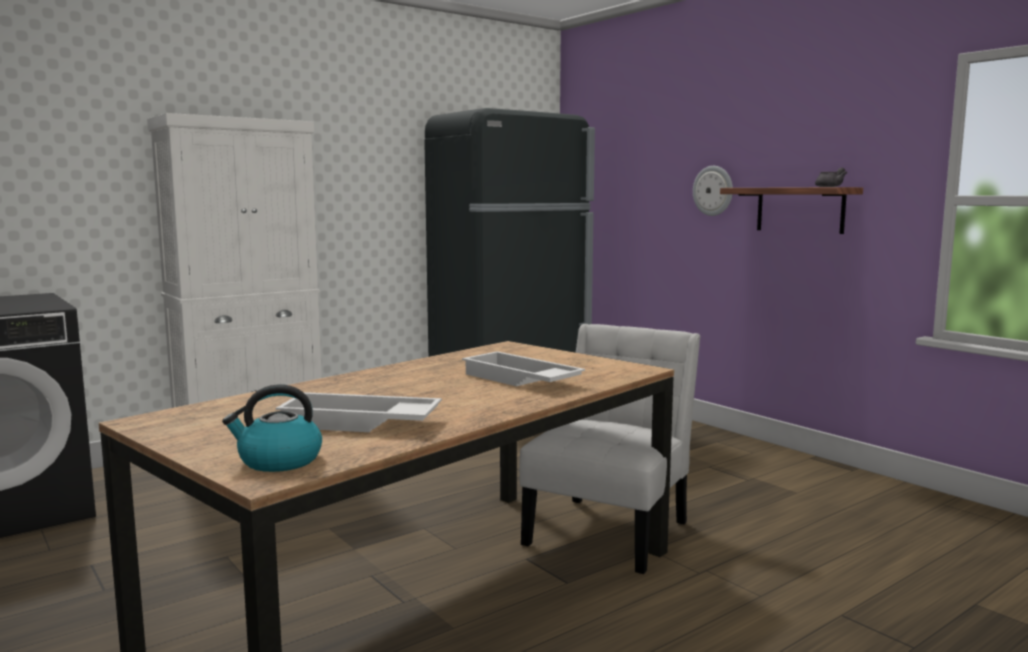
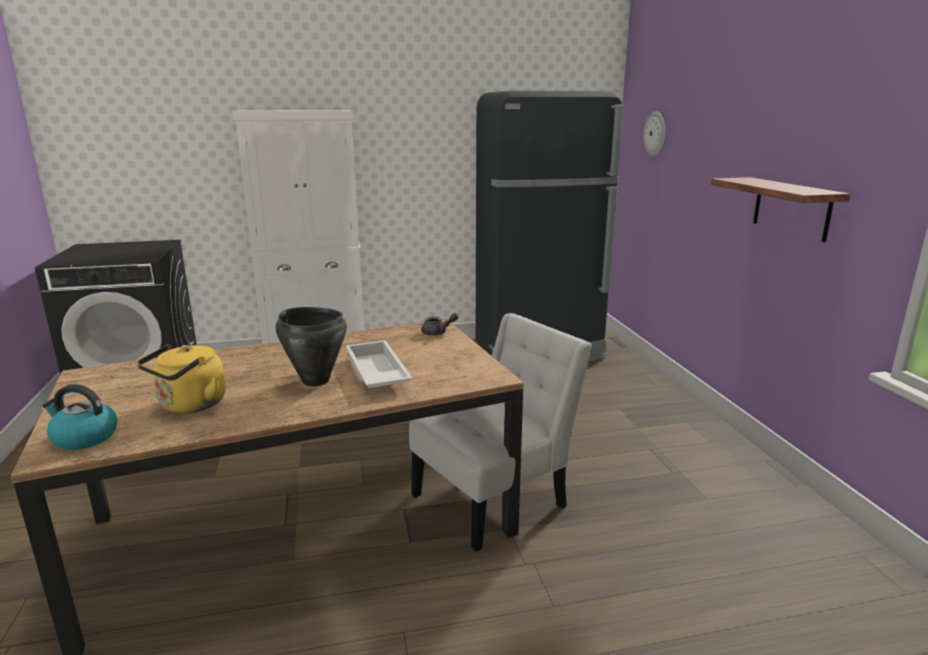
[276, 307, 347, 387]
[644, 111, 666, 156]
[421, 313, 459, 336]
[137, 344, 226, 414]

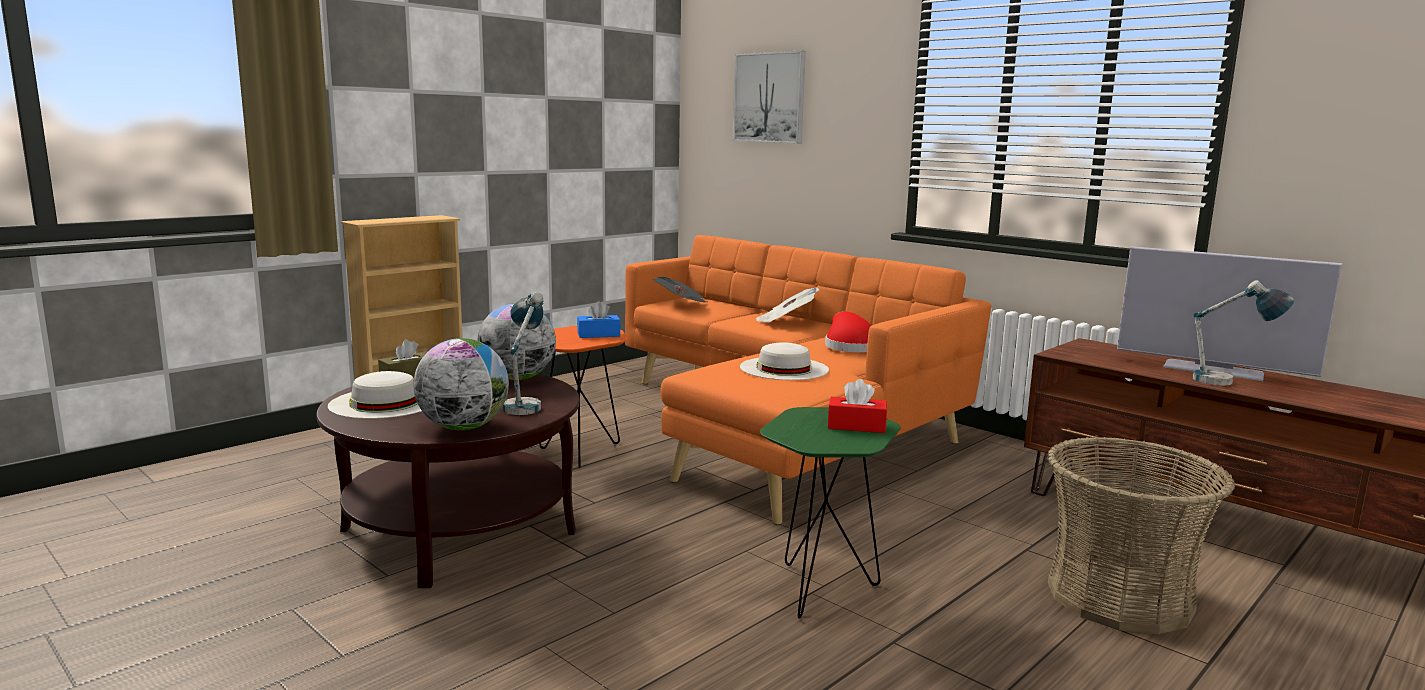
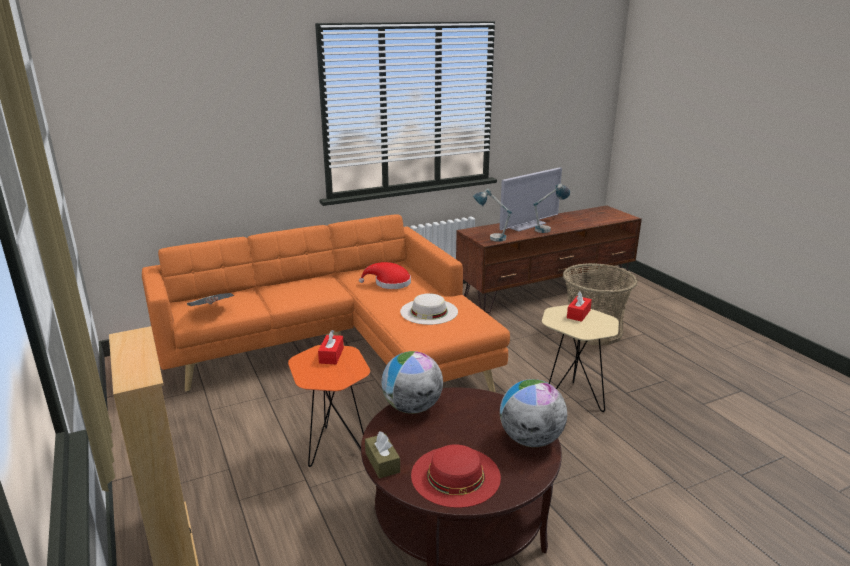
[732, 51, 806, 144] (first image)
[755, 288, 819, 323] (first image)
[473, 188, 512, 242]
[411, 444, 501, 508]
[318, 330, 344, 364]
[542, 305, 619, 412]

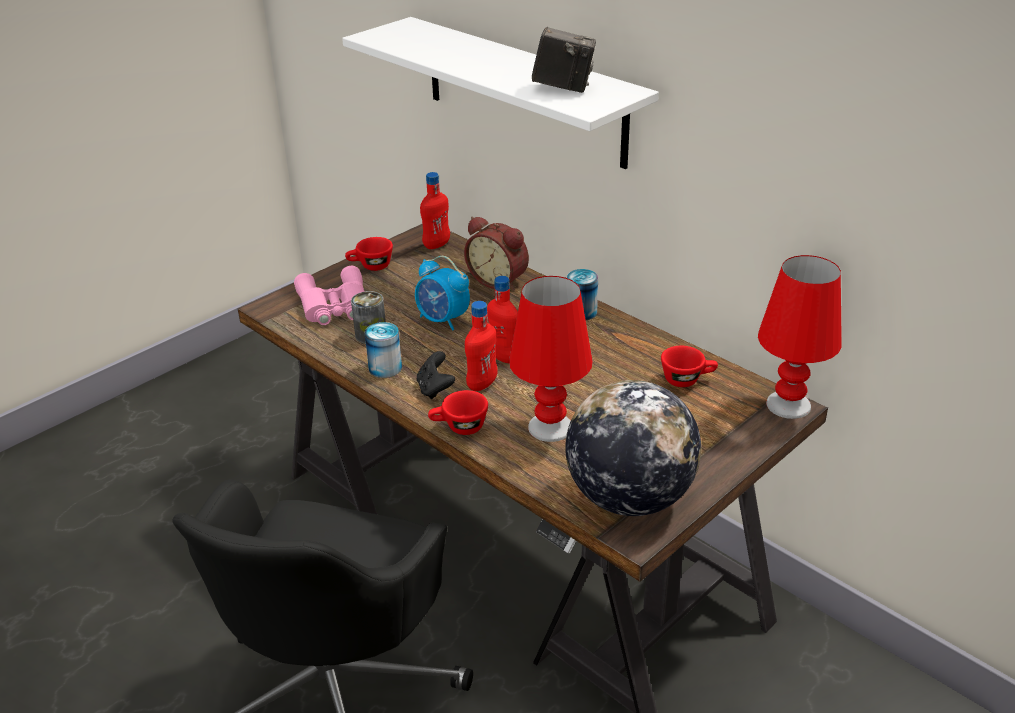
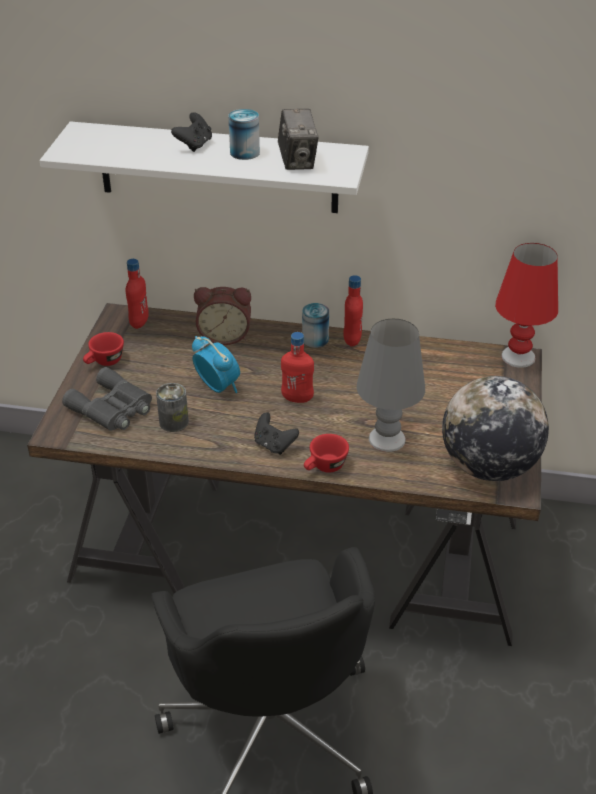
[661, 346, 718, 387] (first image)
[171, 112, 212, 152]
[228, 109, 260, 160]
[343, 275, 363, 347]
[62, 367, 152, 431]
[357, 319, 425, 452]
[192, 336, 240, 393]
[278, 109, 319, 170]

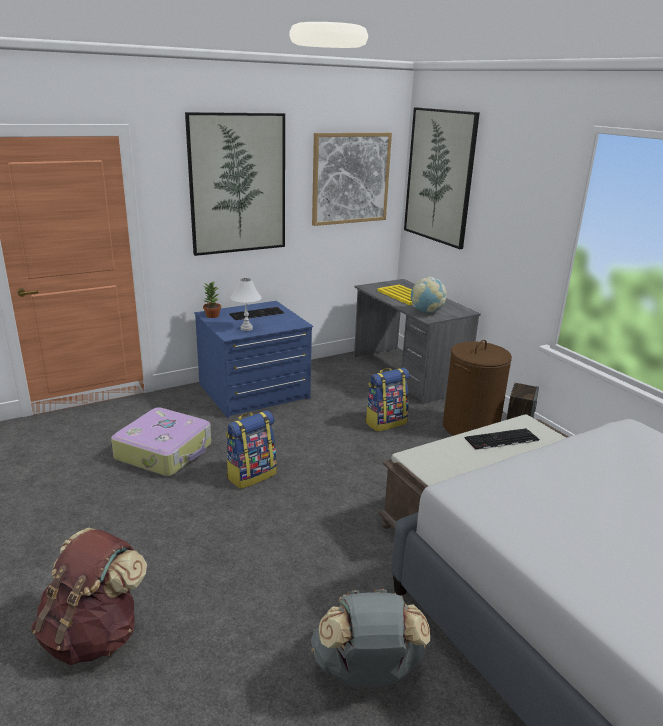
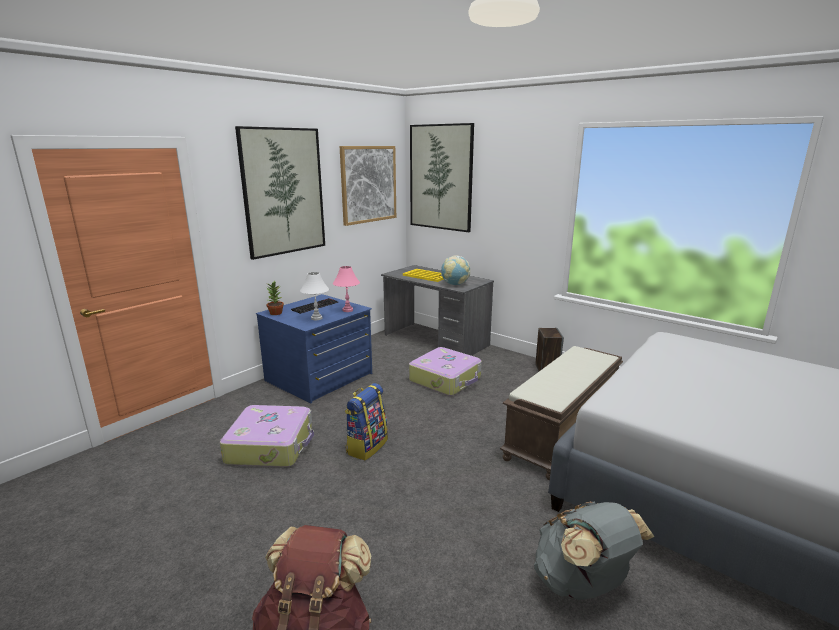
[443, 340, 512, 436] (first image)
[465, 428, 539, 450] (first image)
[333, 266, 360, 312]
[409, 347, 482, 396]

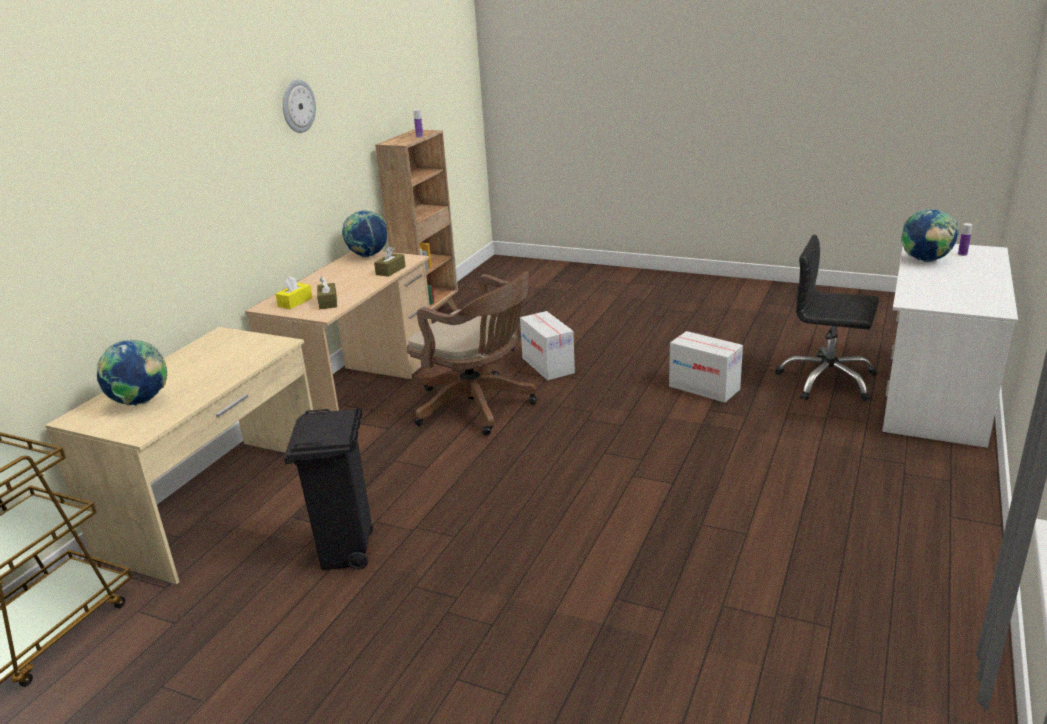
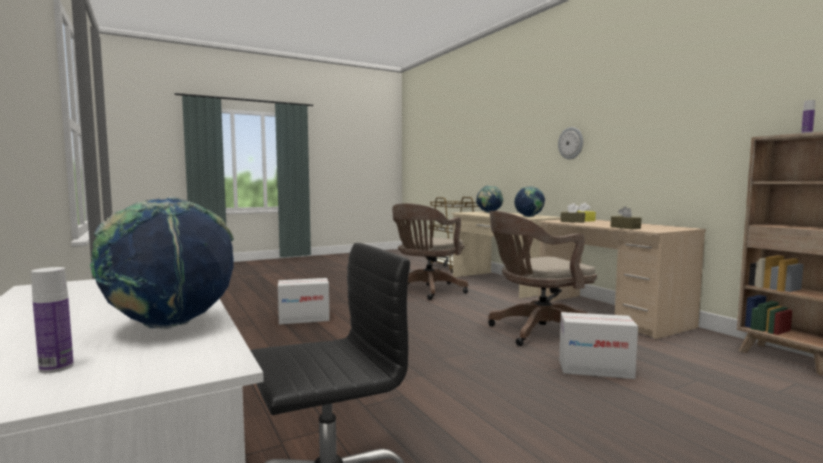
[558, 127, 583, 159]
[514, 186, 545, 217]
[278, 278, 330, 325]
[392, 203, 468, 300]

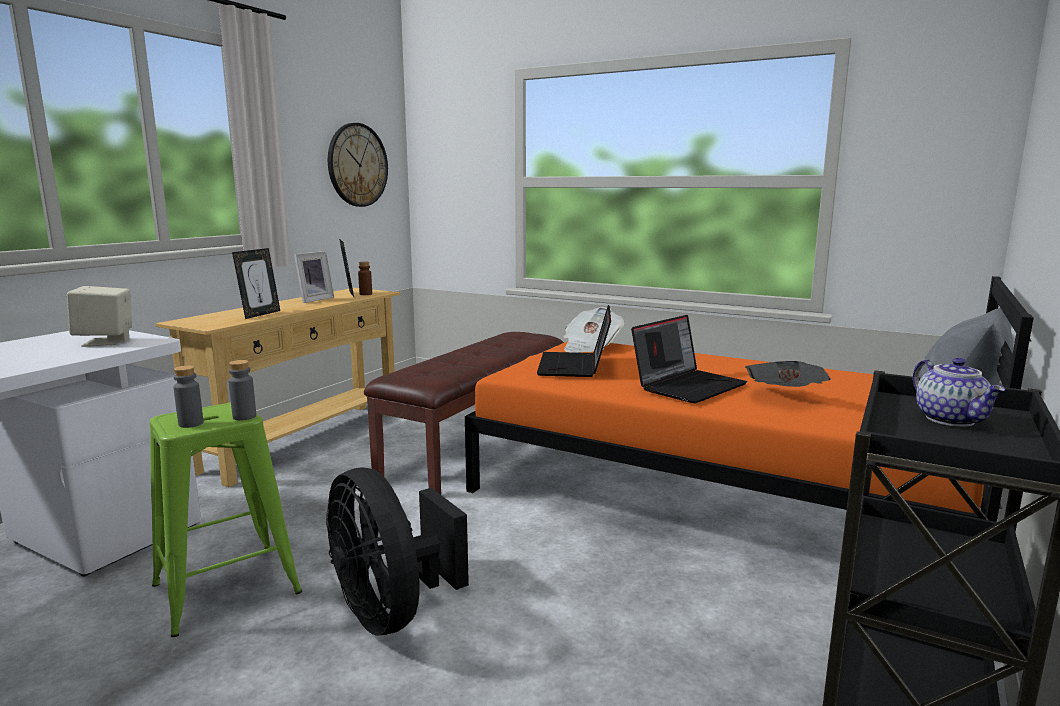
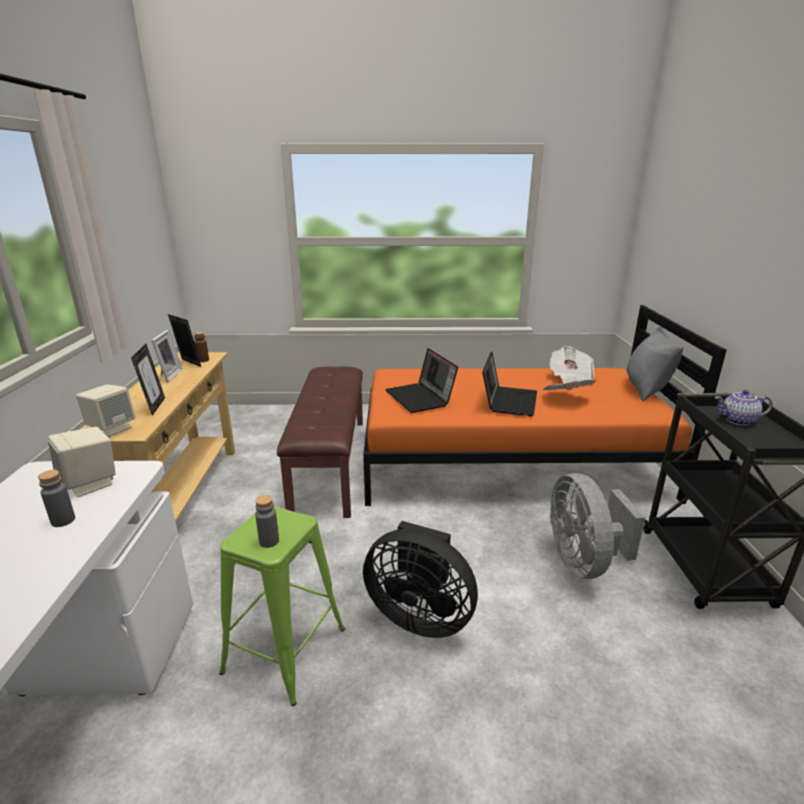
[328, 123, 388, 207] (first image)
[76, 384, 136, 437]
[550, 473, 646, 579]
[38, 470, 75, 527]
[549, 346, 594, 383]
[715, 390, 773, 426]

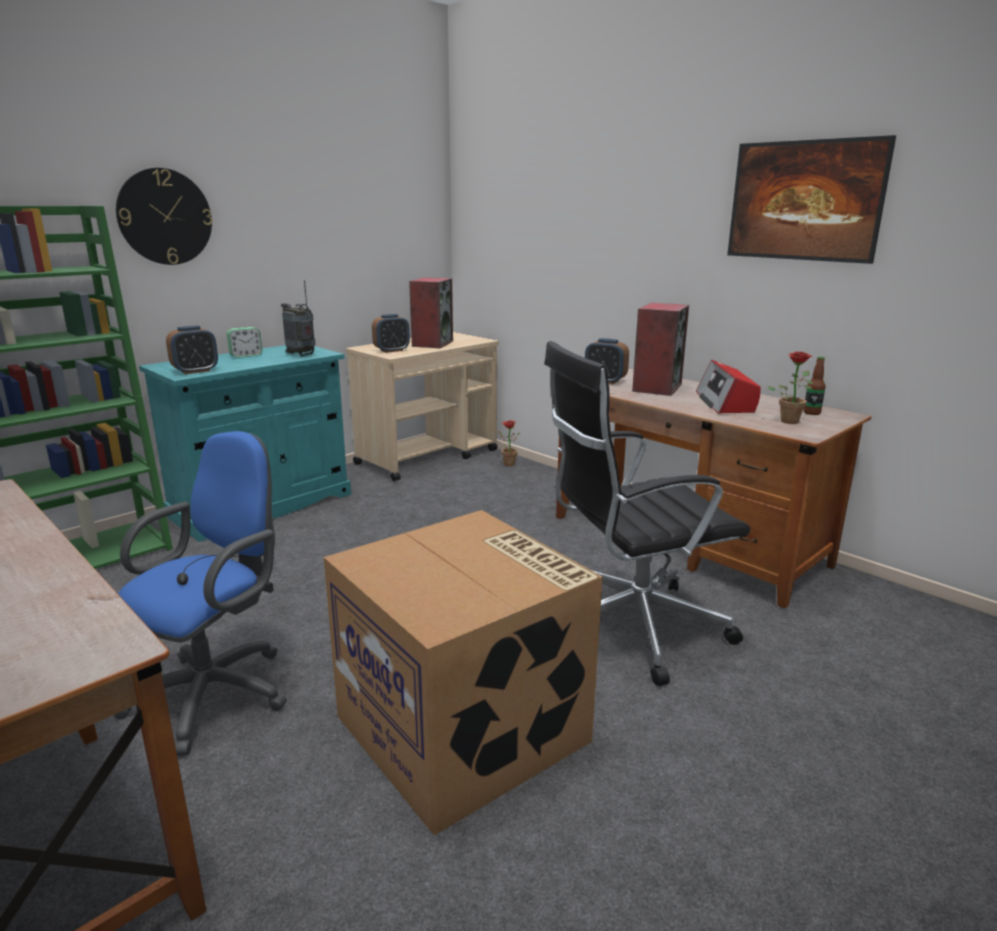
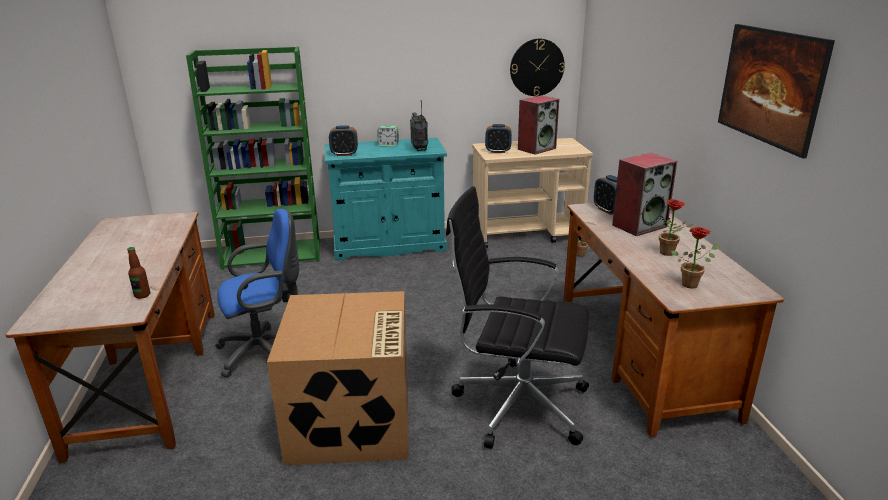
[510, 39, 565, 96]
[127, 247, 150, 299]
[659, 199, 694, 256]

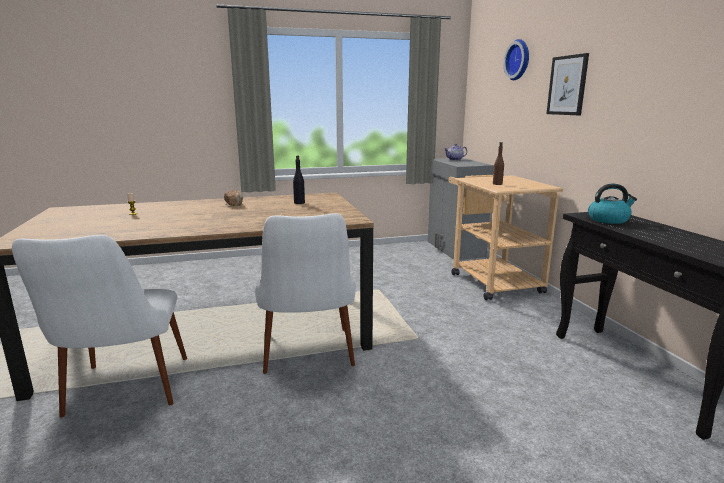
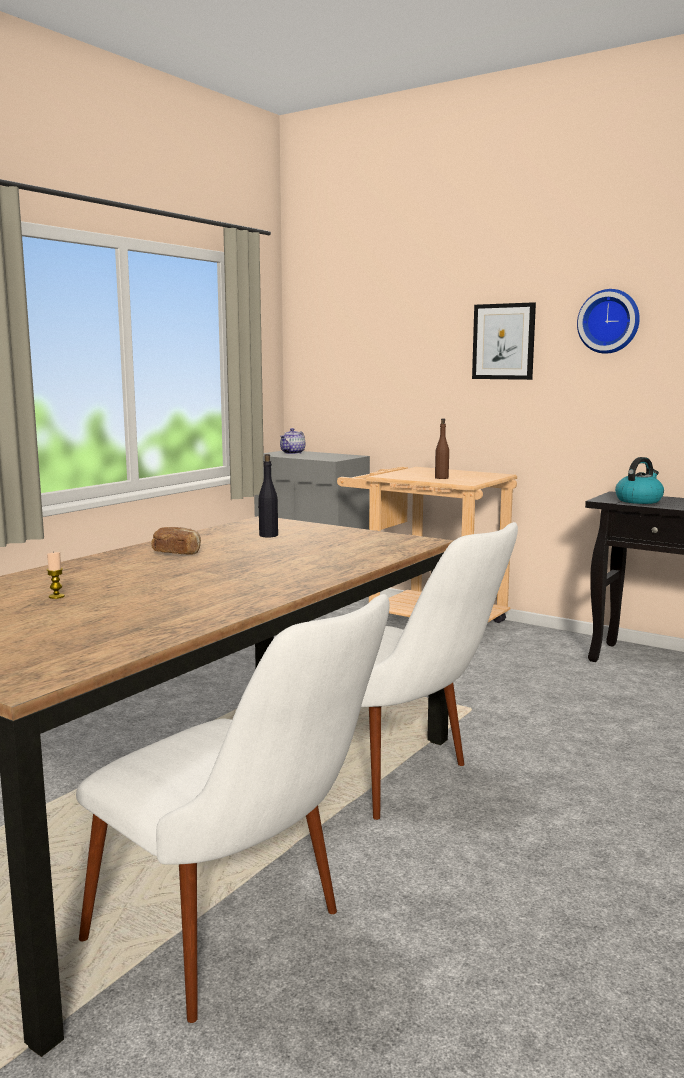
[577, 289, 640, 354]

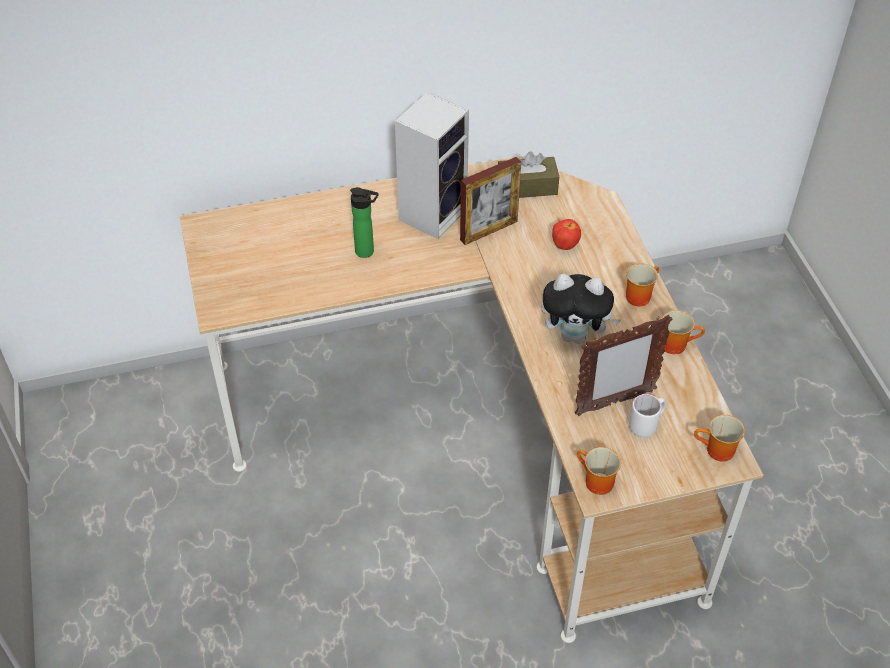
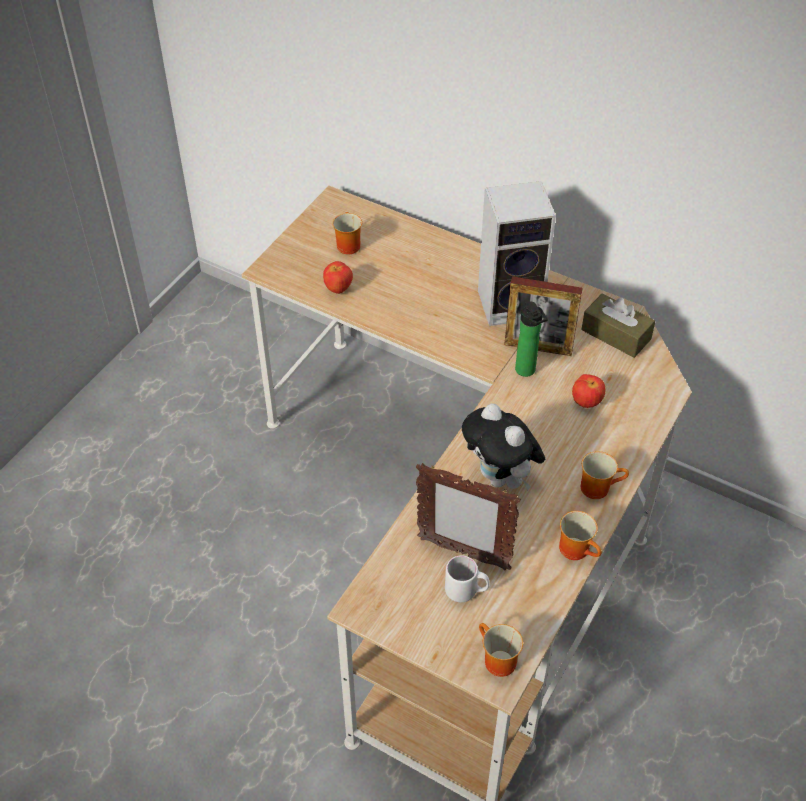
[323, 261, 353, 294]
[515, 300, 548, 377]
[332, 212, 362, 254]

